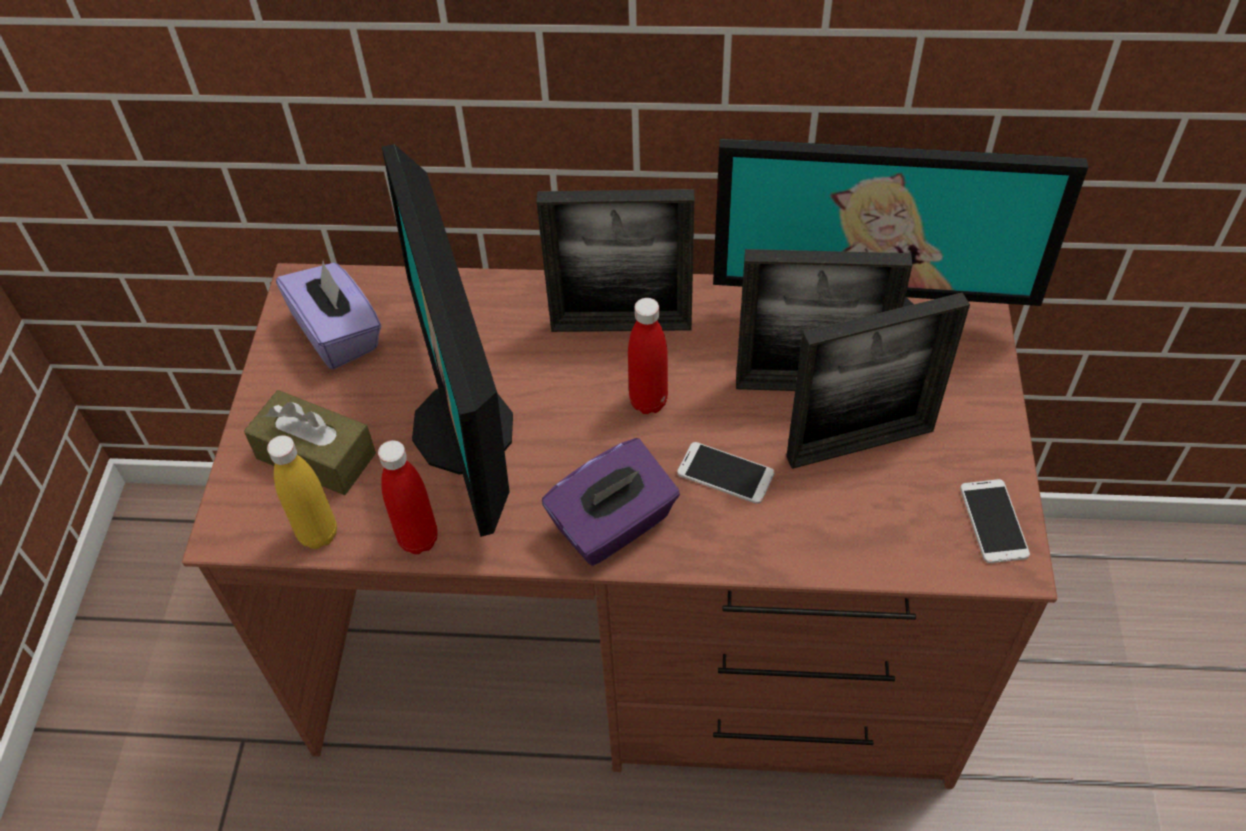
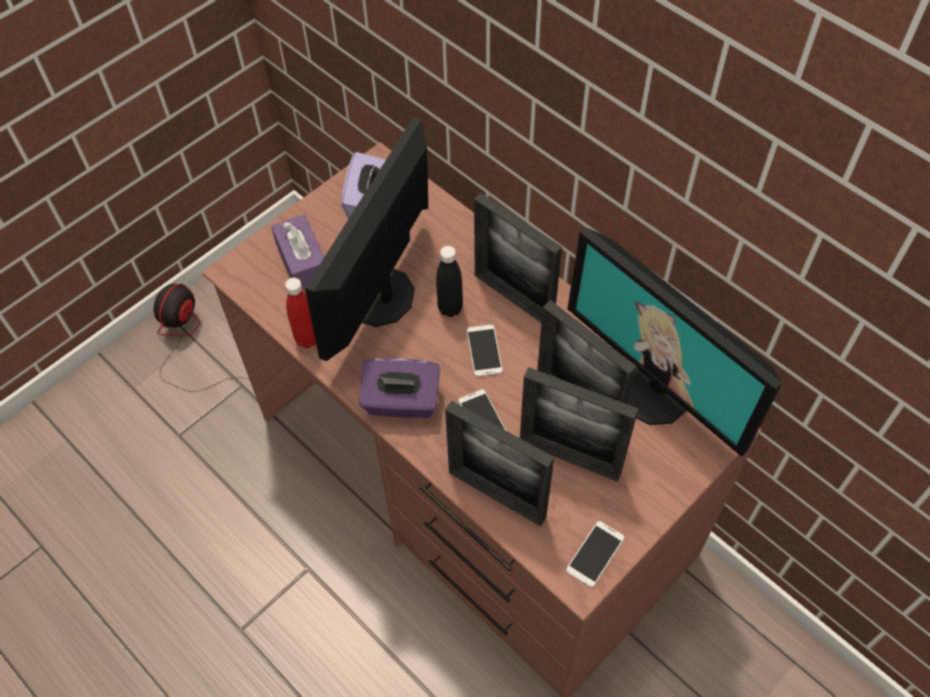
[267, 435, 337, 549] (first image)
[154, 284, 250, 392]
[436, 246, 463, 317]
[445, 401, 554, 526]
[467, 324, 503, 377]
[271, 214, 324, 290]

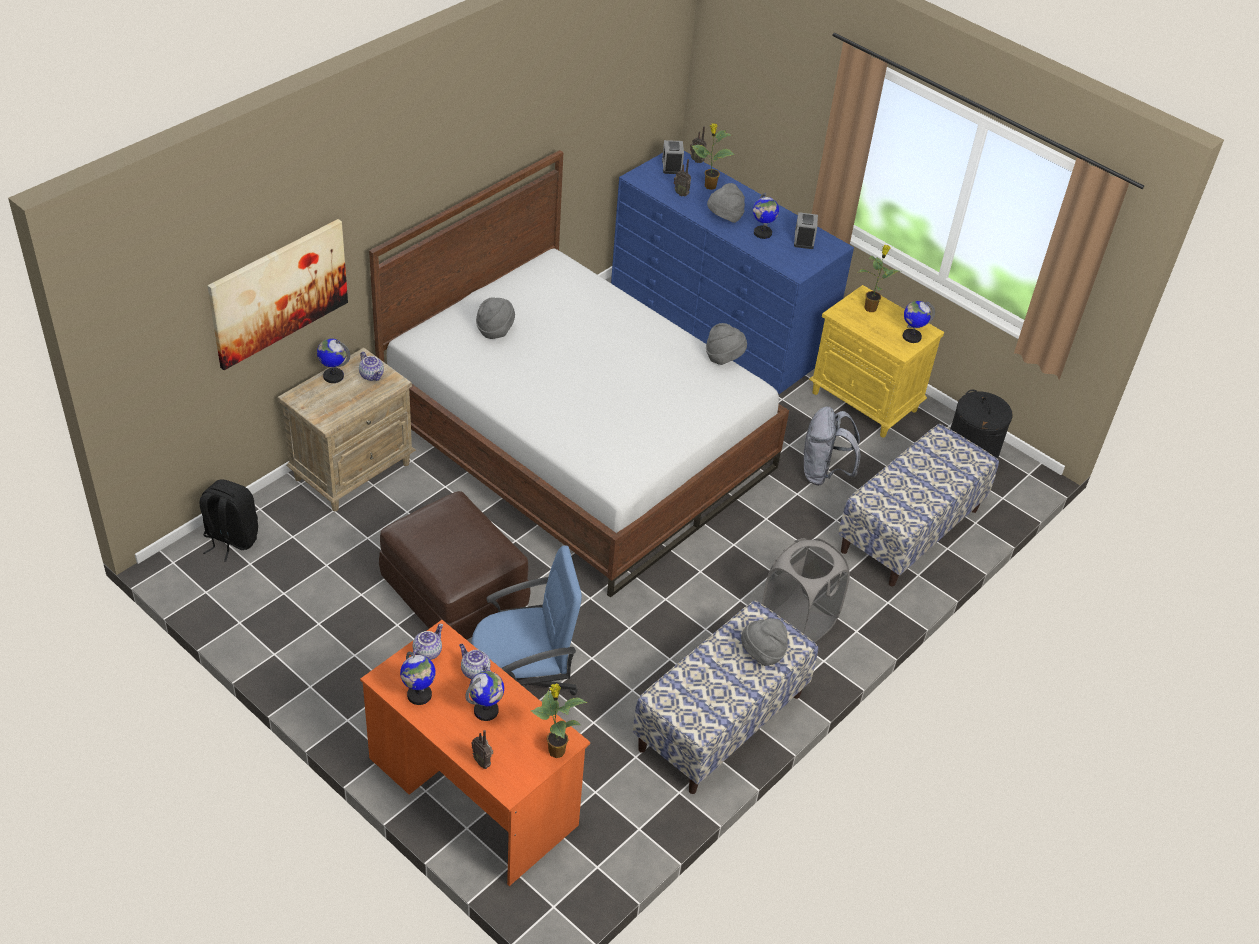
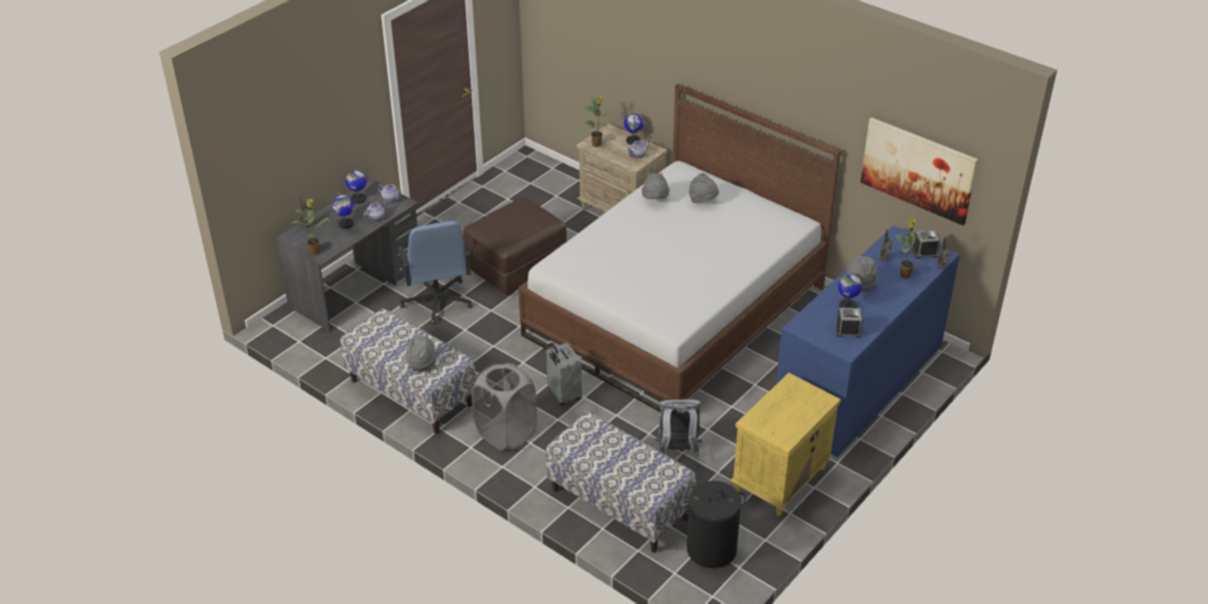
[200, 480, 258, 562] (first image)
[903, 301, 935, 343] (first image)
[546, 343, 582, 405]
[860, 117, 978, 225]
[642, 173, 670, 199]
[583, 96, 610, 147]
[275, 178, 418, 331]

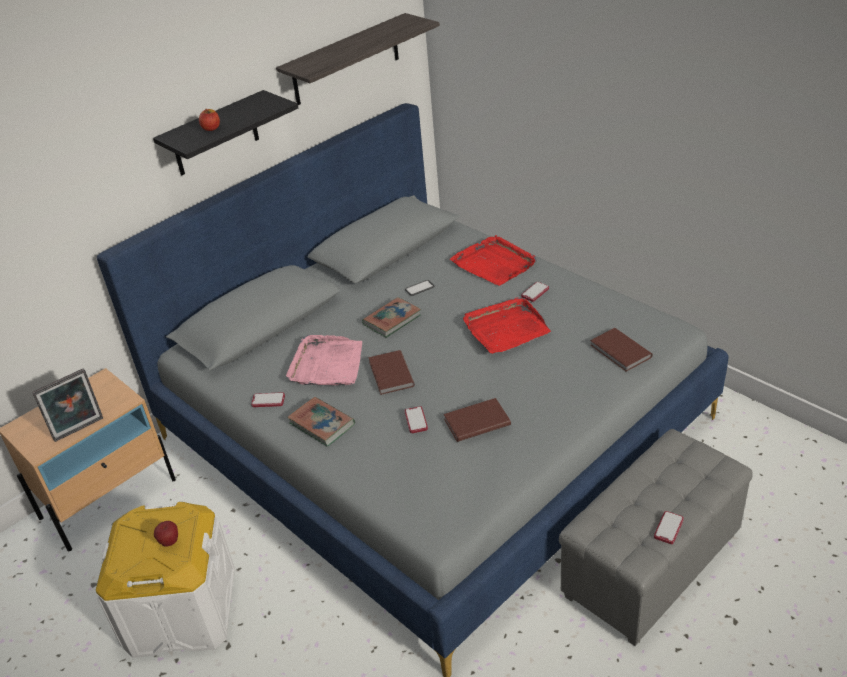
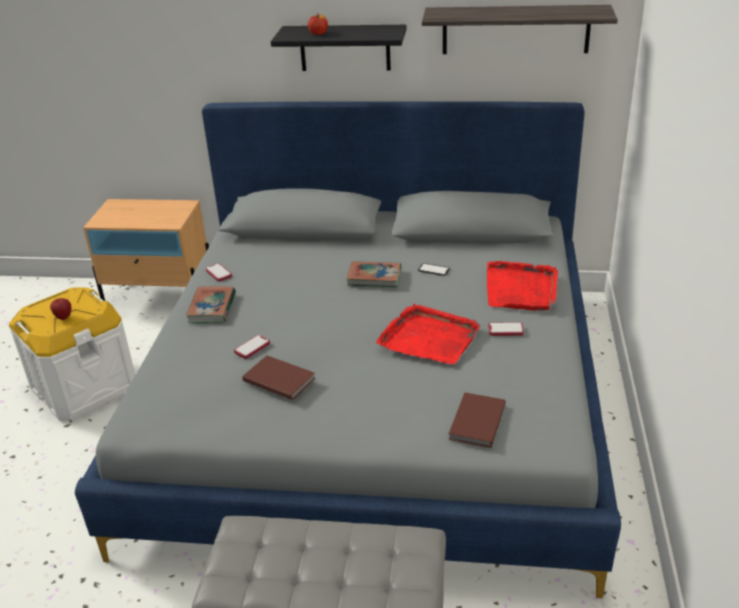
[32, 368, 103, 442] (first image)
[286, 335, 362, 385] (first image)
[368, 350, 415, 395] (first image)
[654, 511, 684, 544] (first image)

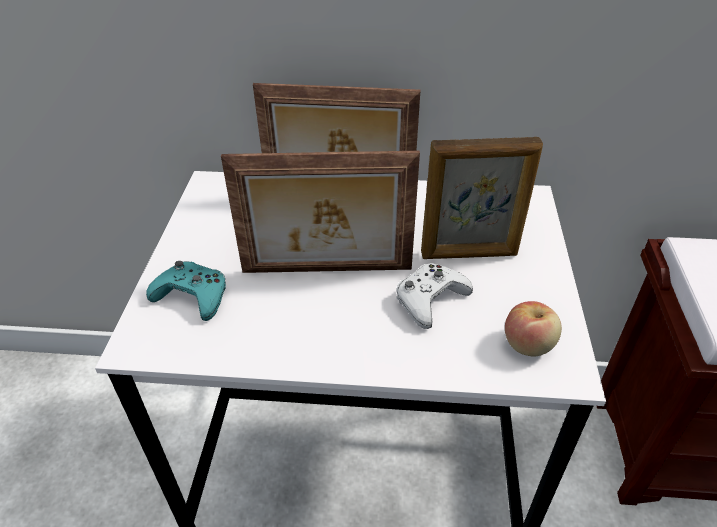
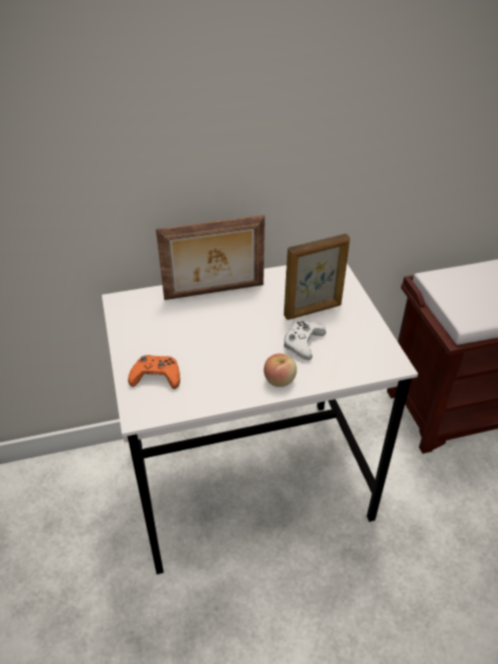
[221, 151, 420, 273] (first image)
[264, 353, 297, 387]
[128, 355, 180, 389]

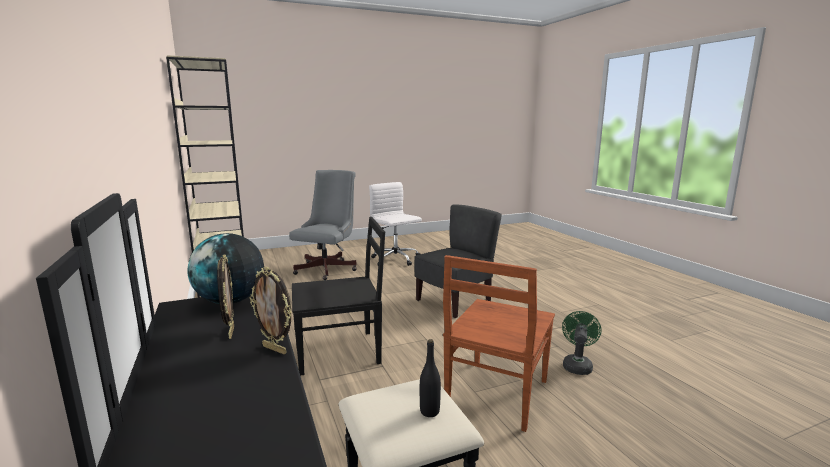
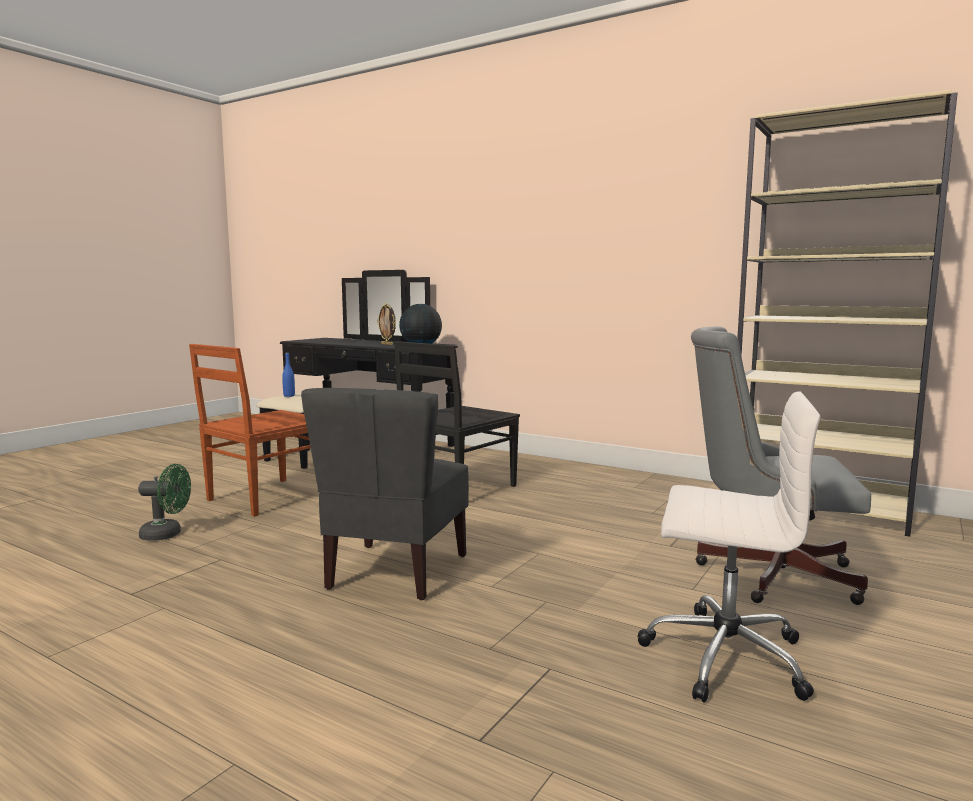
[250, 267, 292, 354] (first image)
[282, 352, 295, 397]
[691, 326, 871, 605]
[189, 344, 311, 517]
[138, 464, 191, 541]

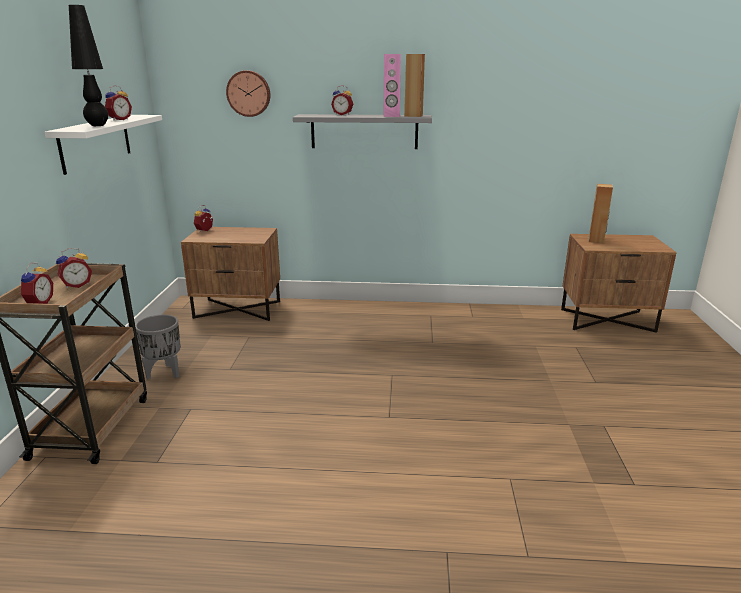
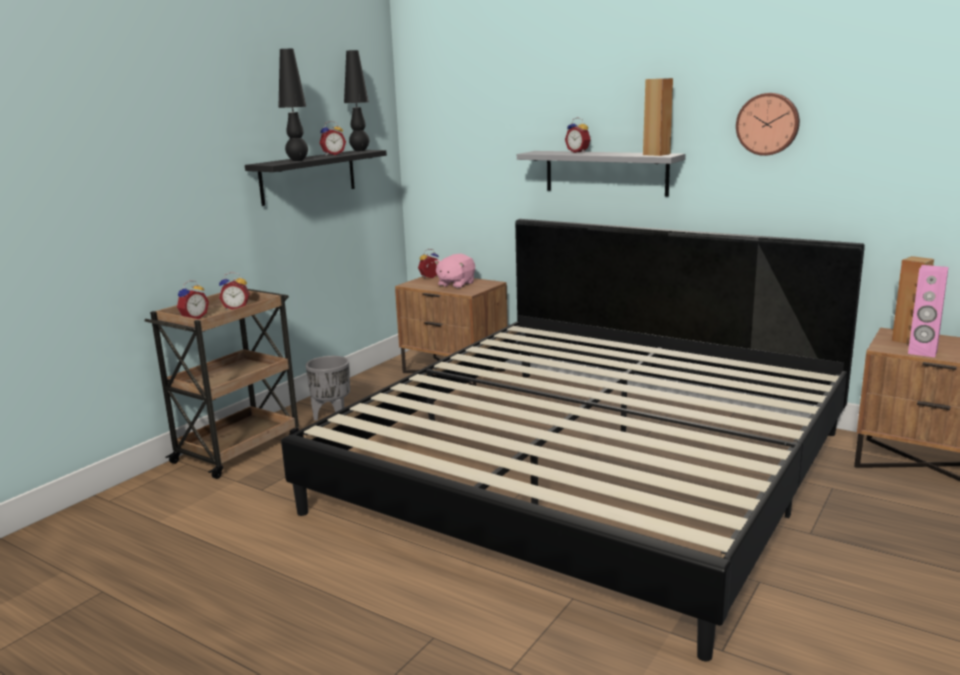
[281, 219, 865, 661]
[344, 50, 369, 151]
[434, 254, 475, 289]
[736, 93, 800, 156]
[908, 265, 949, 357]
[245, 150, 387, 206]

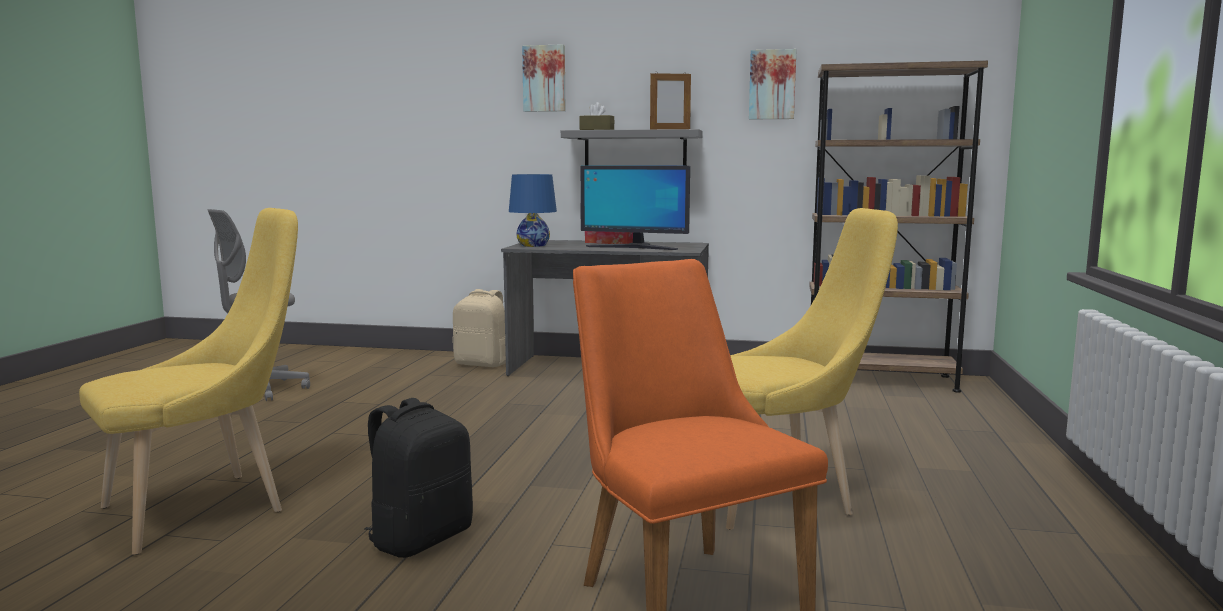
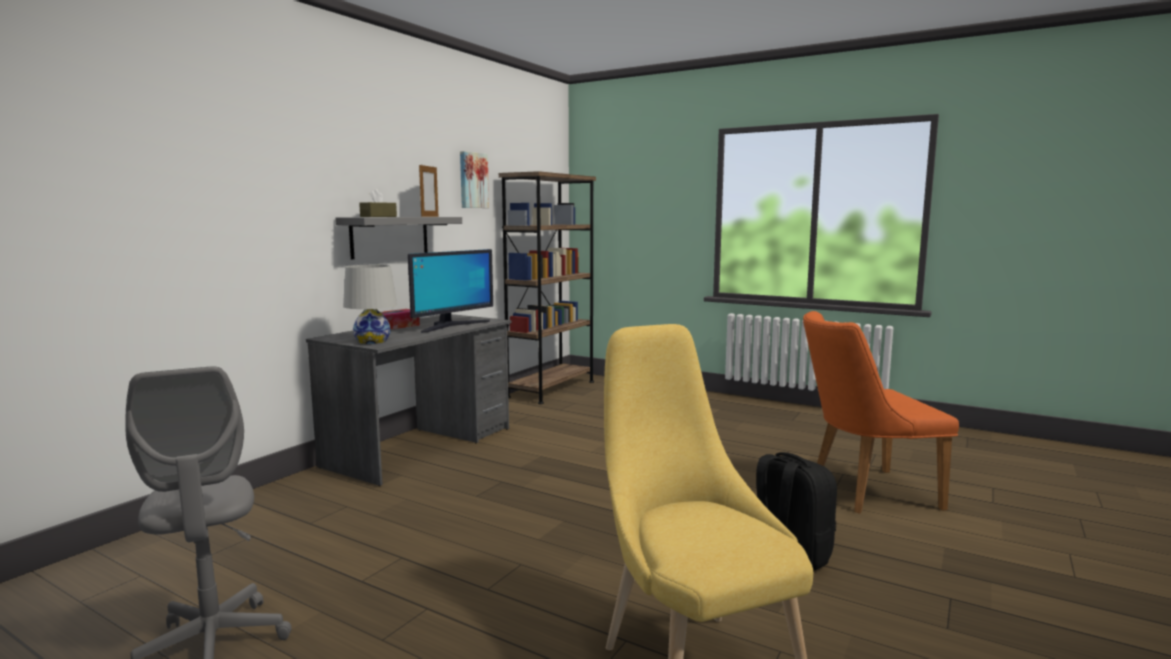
[452, 289, 506, 367] (first image)
[522, 44, 565, 112] (first image)
[726, 208, 898, 530] (first image)
[343, 265, 397, 344]

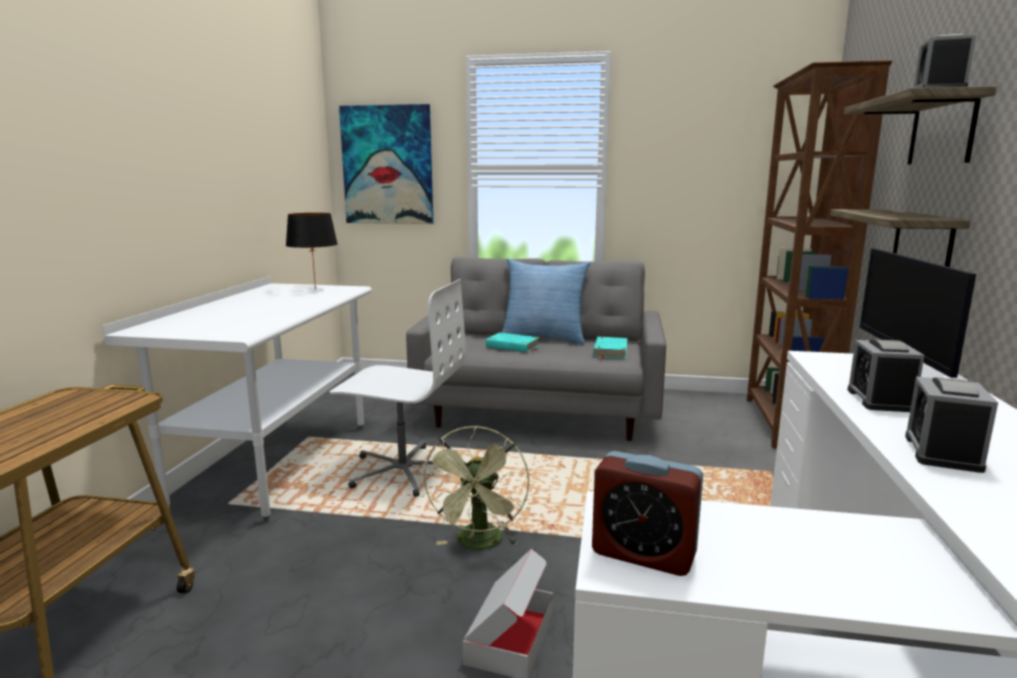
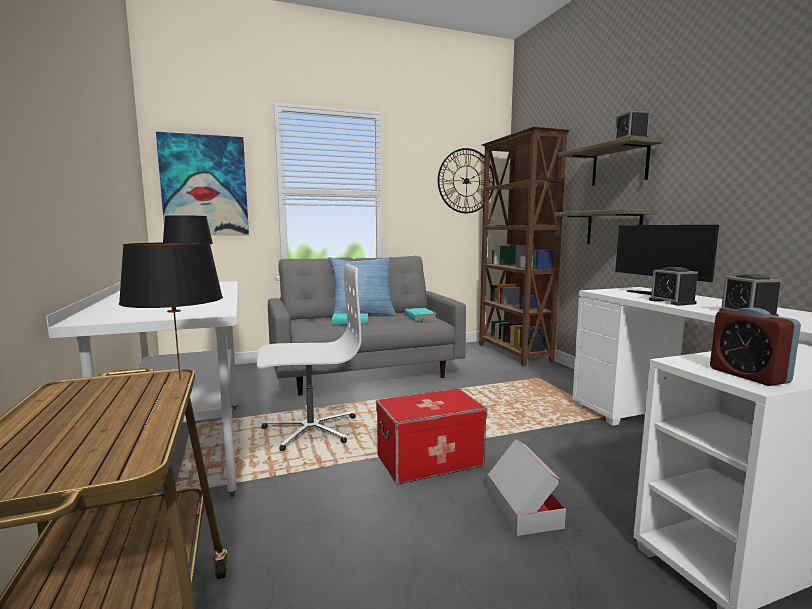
[119, 242, 223, 380]
[438, 148, 494, 213]
[376, 388, 487, 484]
[710, 308, 801, 386]

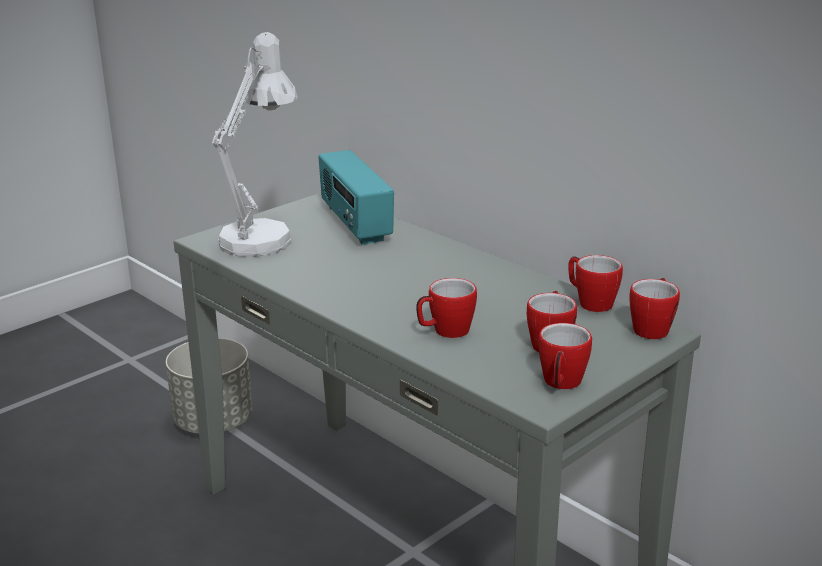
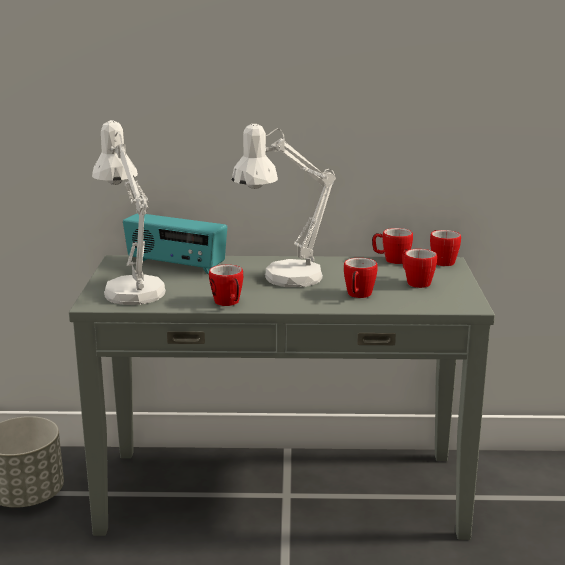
[232, 124, 336, 287]
[209, 265, 243, 306]

